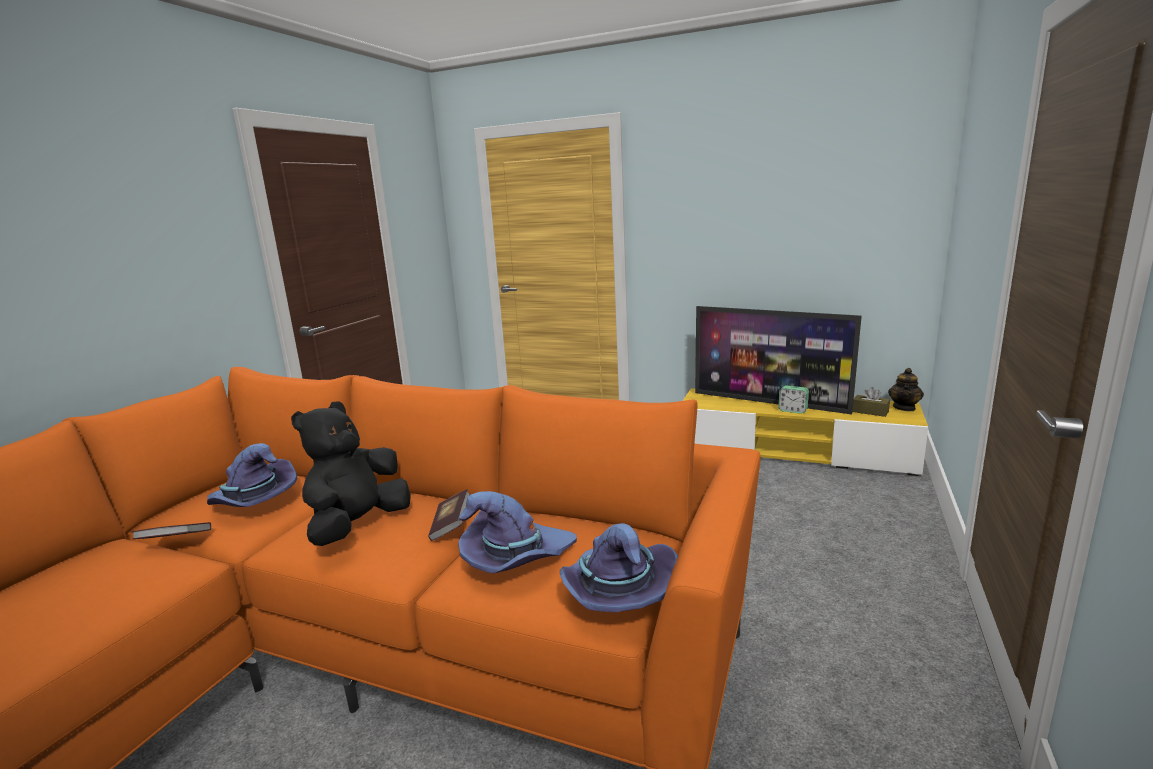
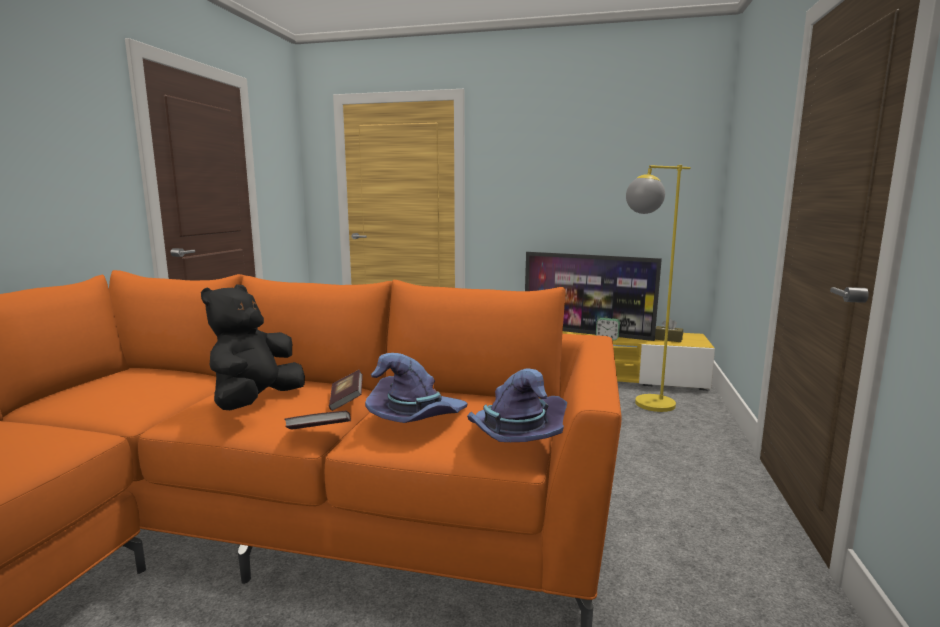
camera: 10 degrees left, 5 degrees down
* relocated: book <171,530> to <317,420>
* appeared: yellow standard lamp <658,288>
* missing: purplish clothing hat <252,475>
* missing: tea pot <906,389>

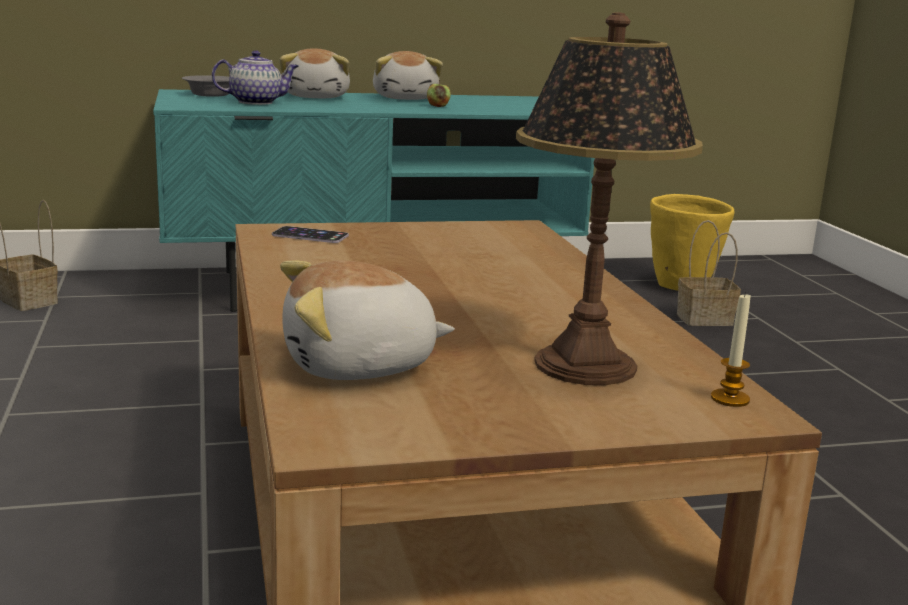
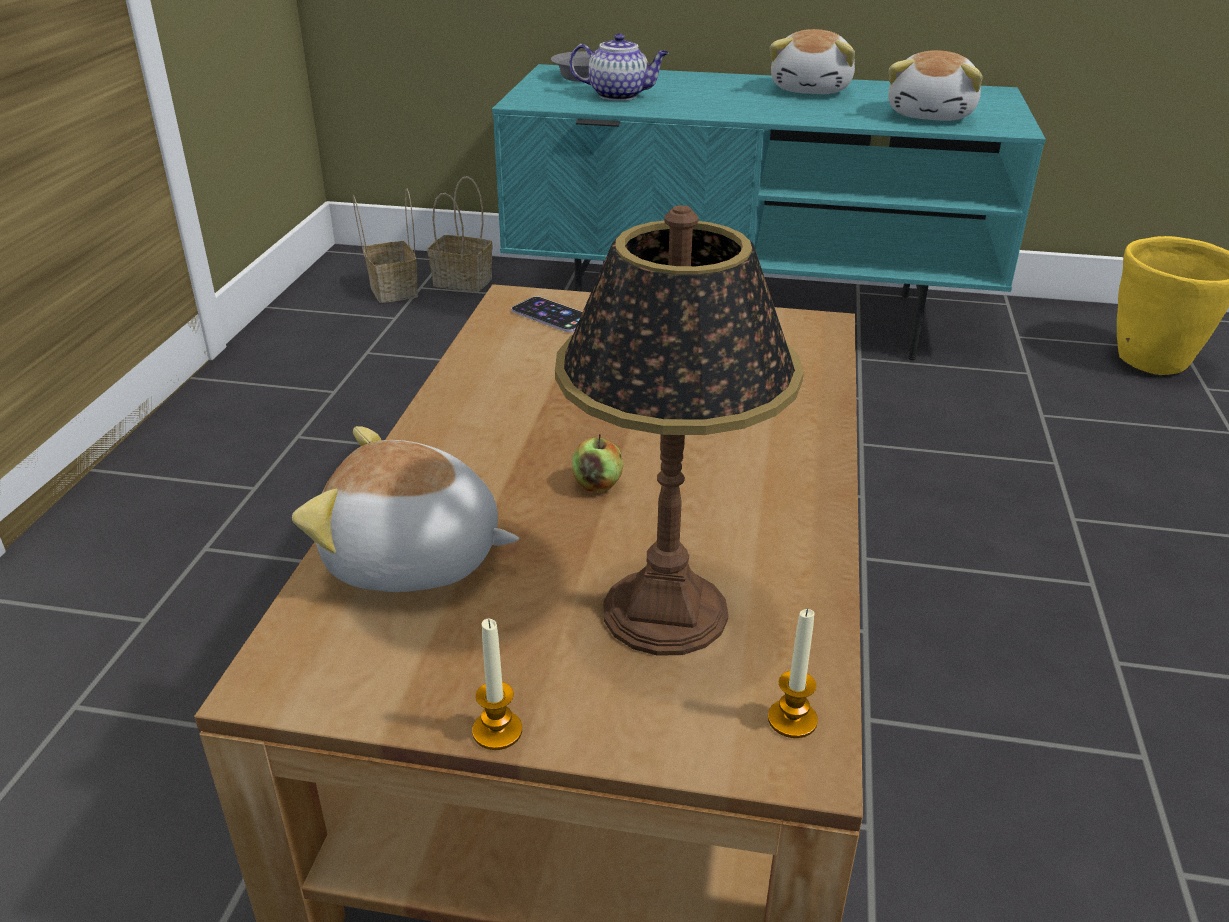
camera: 25 degrees right, 15 degrees up
* relocated: basket <709,273> to <460,234>
* appeared: candle <497,684>
* relocated: whole apple <439,93> to <597,463>
* relocated: soft toy <314,73> to <935,85>

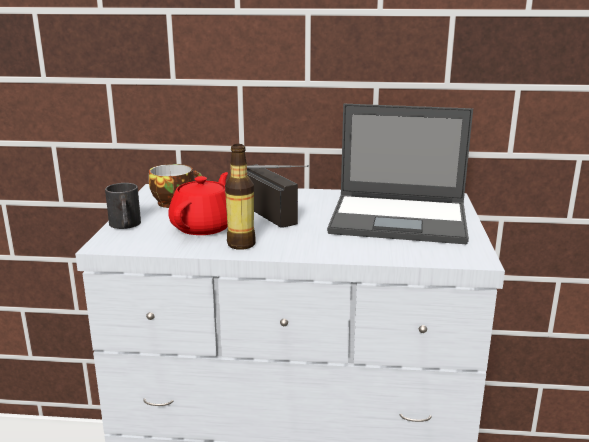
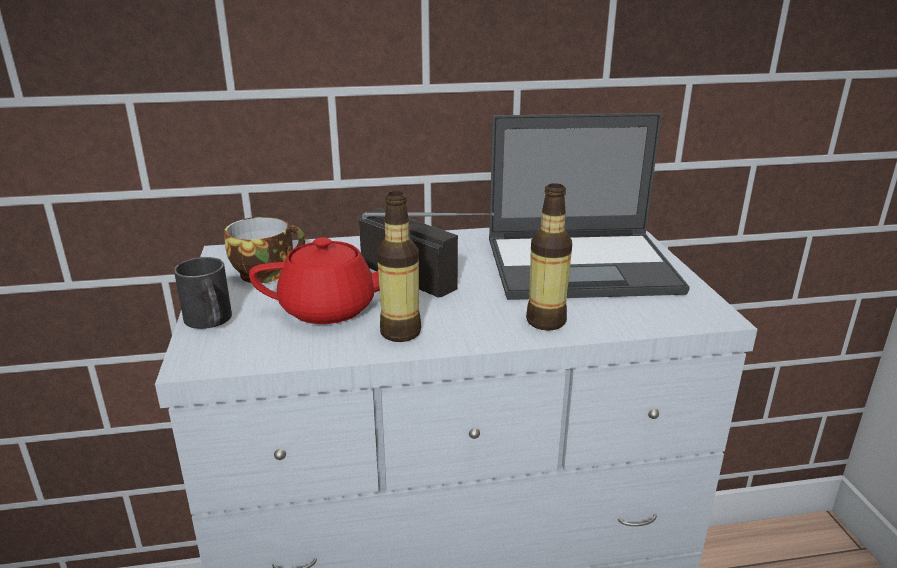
camera: 15 degrees left, 5 degrees up
* spun: red-coloured tea pot <198,203> = <314,280> 75 degrees clockwise
* appeared: drink bottle <549,257>

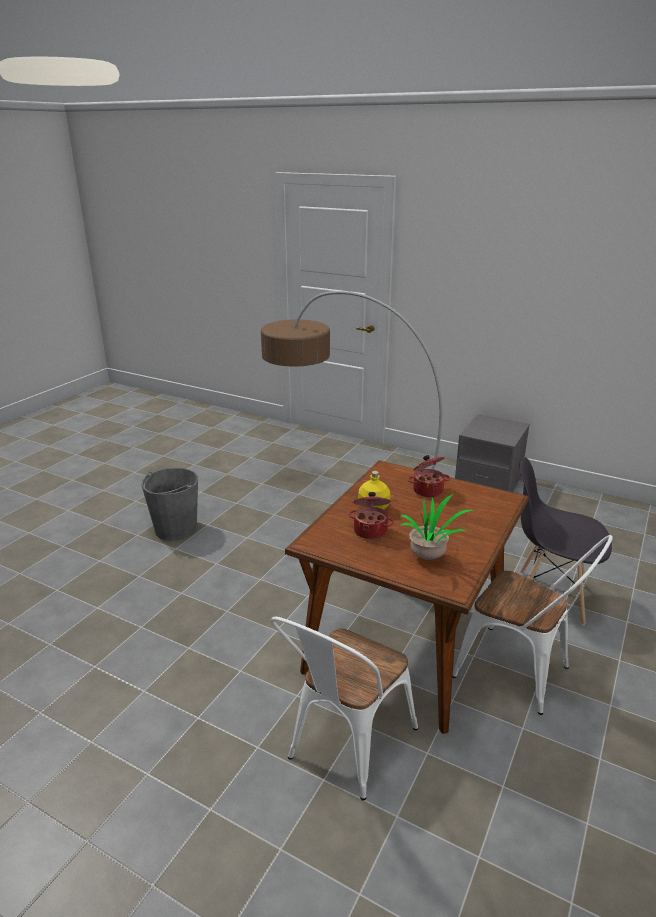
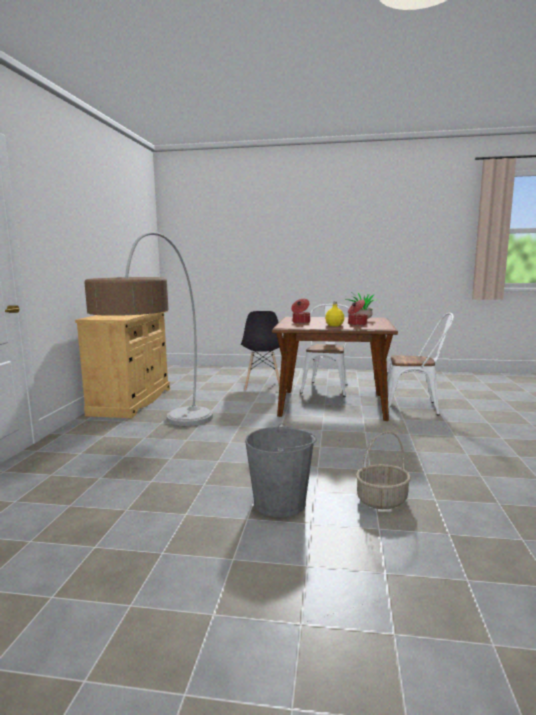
camera: 110 degrees left, 15 degrees down
* exchanged: grey night table <492,453> to beige cabinet <122,364>
* appeared: basket <383,470>

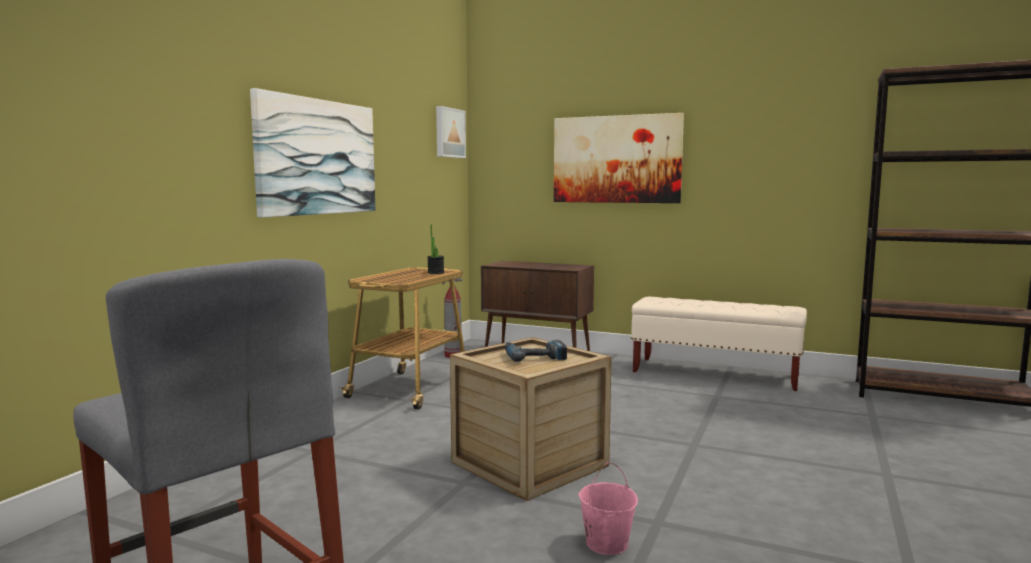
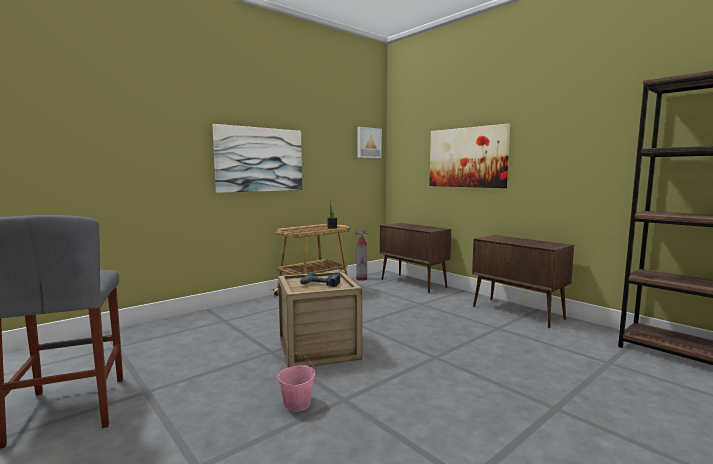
camera: 25 degrees right, 0 degrees up
* exchanged: beige bench <719,344> to brownish cabinet <523,281>

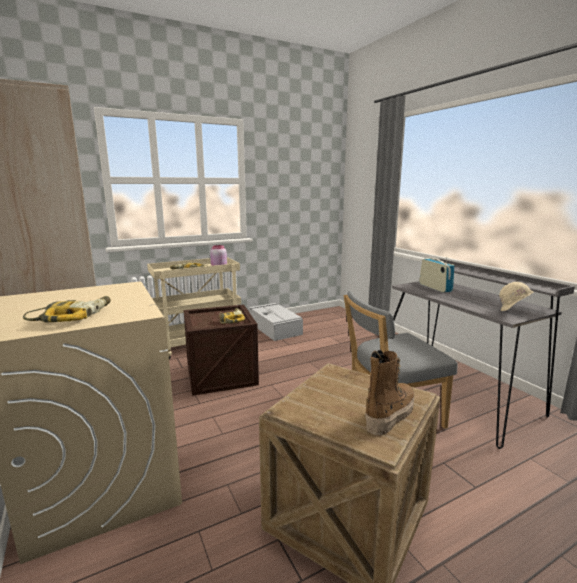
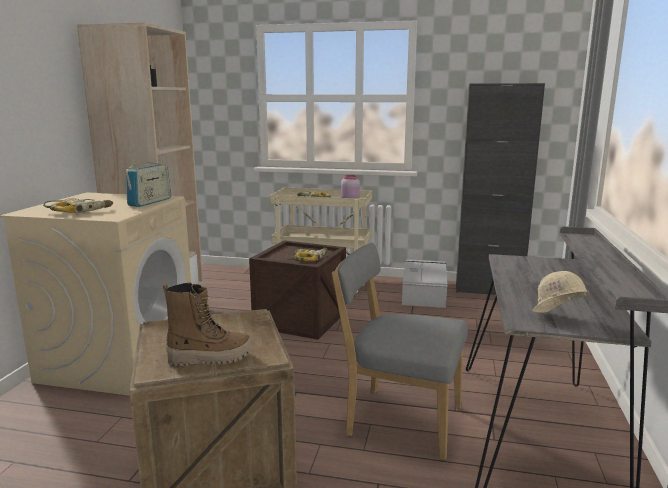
camera: 40 degrees right, 0 degrees up
* relocated: radio <436,274> to <148,183>
* appeared: blackish cabinet <500,189>

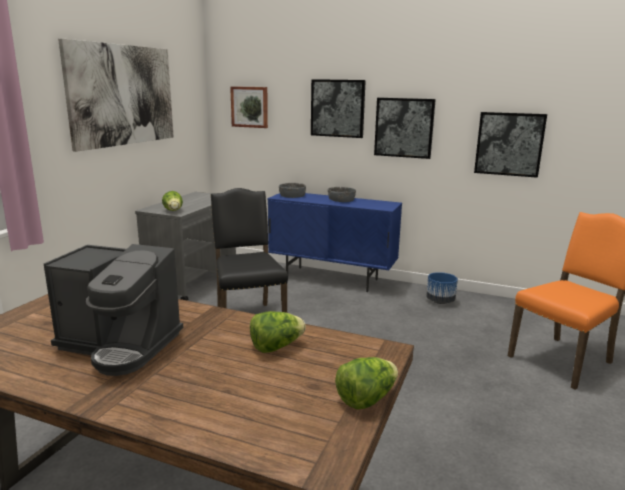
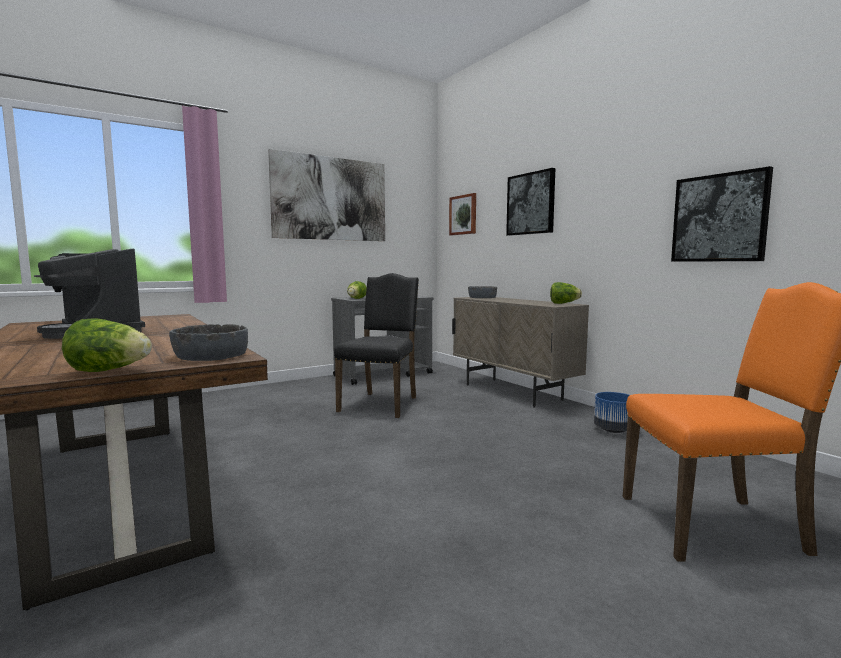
camera: 35 degrees right, 10 degrees down
* relocated: grey bowl <342,194> to <208,342>
* colour: blue-coloured cabinet <335,242> to beige cabinet <520,352>
* relocated: lettuce <278,332> to <566,293>
* missing: wall art <405,128>

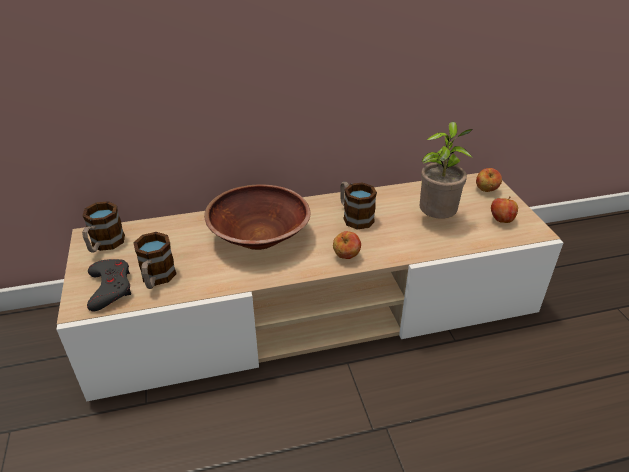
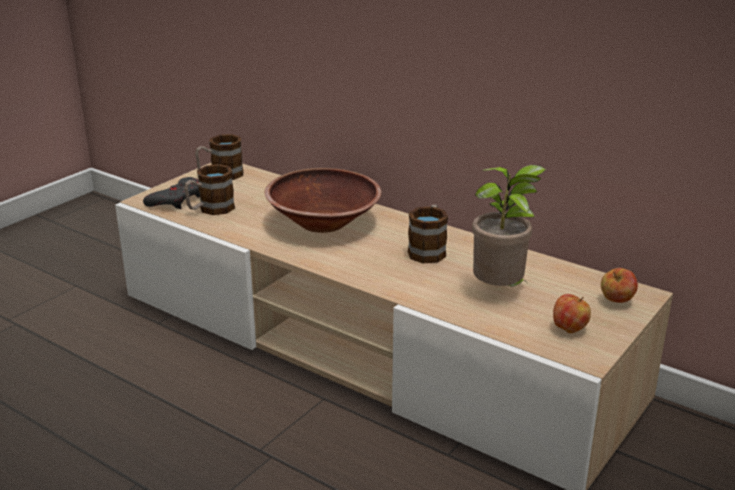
camera: 50 degrees right, 10 degrees down
* missing: whole apple <347,245>

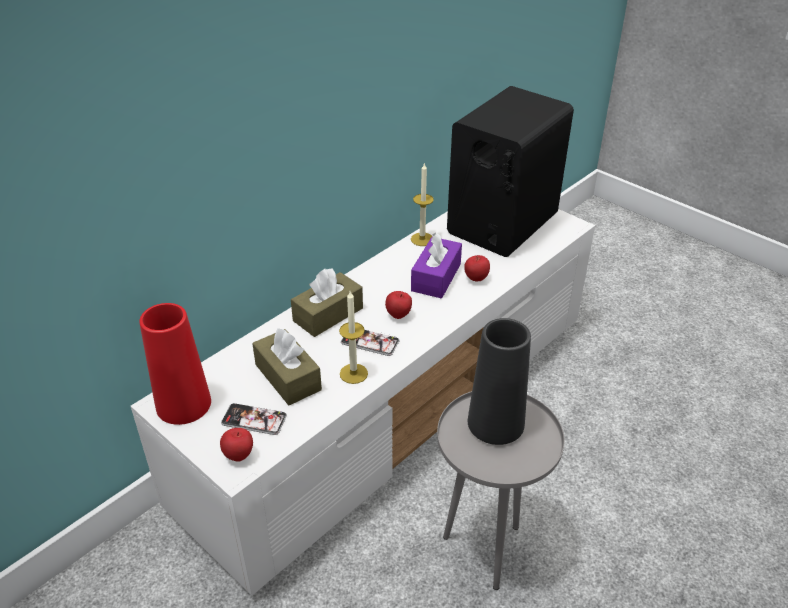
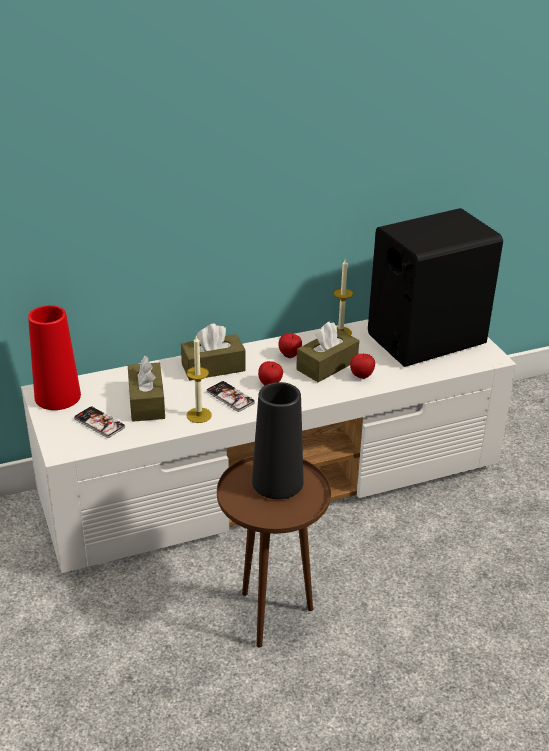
camera: 25 degrees right, 5 degrees down
* colour: grey end table <501,490> to brownish end table <274,551>
* relocated: whole apple <236,444> to <290,345>
* colour: purplish box of tissues <436,265> to brownish box of tissues <327,352>

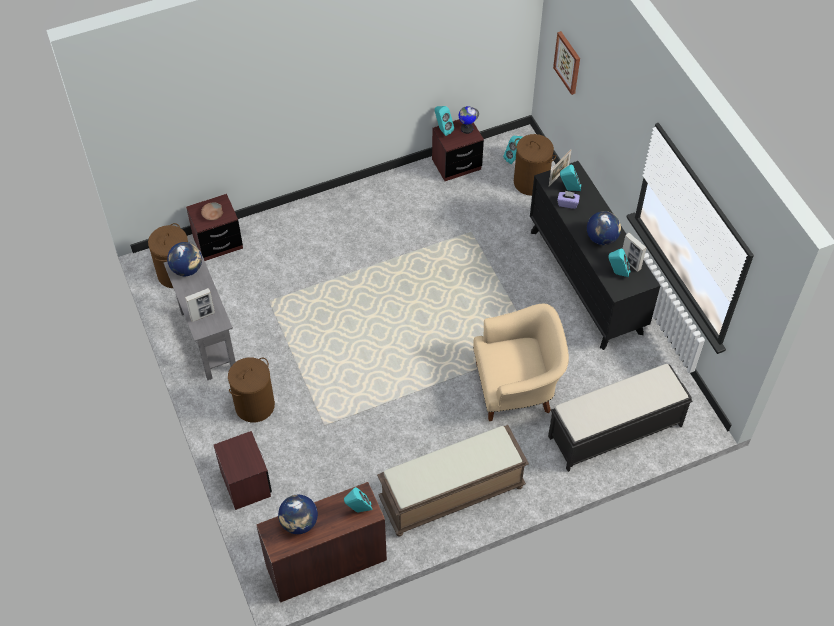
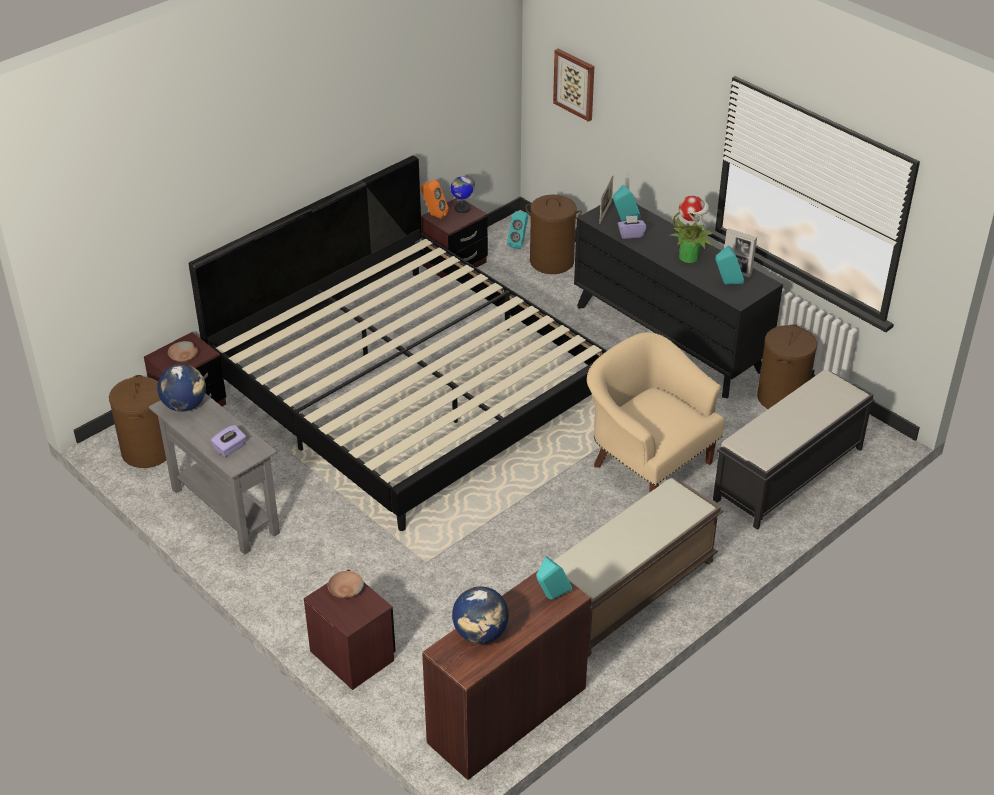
camera: 20 degrees left, 15 degrees down
* appeared: bed <398,343>
* exchanged: standing frame <200,305> to purplish box of tissues <228,441>
* appeared: brownish bowl <346,585>
* colour: blue-green audio speaker <444,121> to orangey audio speaker <435,199>
* spun: beige armchair <521,362> = <656,412> 105 degrees counterclockwise
* exchanged: desk globe <604,228> to houseplant <691,229>
* relocated: brownish hamper <251,389> to <787,366>

